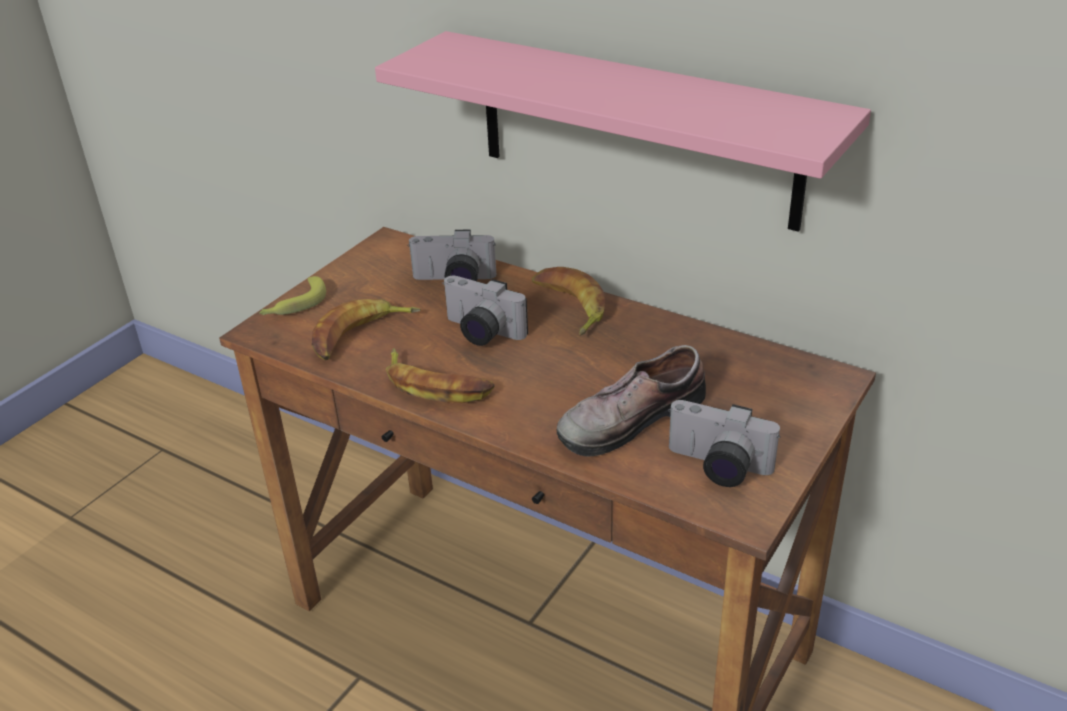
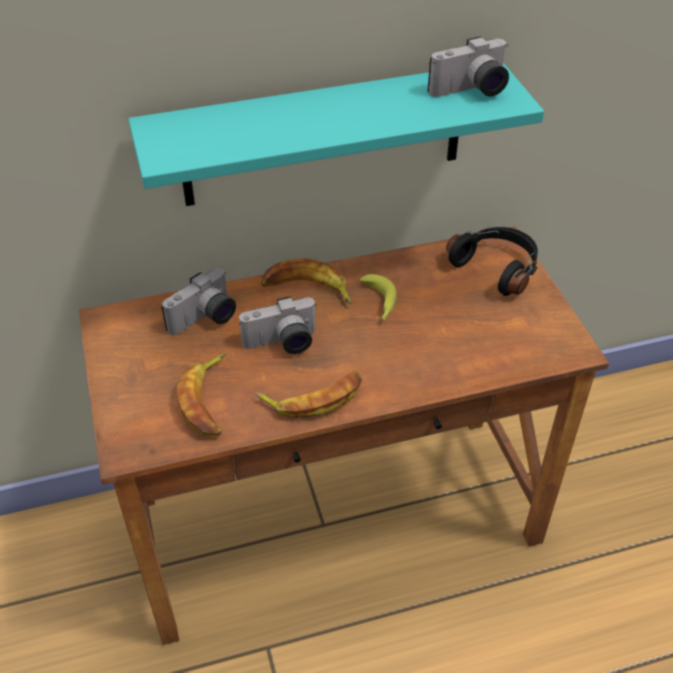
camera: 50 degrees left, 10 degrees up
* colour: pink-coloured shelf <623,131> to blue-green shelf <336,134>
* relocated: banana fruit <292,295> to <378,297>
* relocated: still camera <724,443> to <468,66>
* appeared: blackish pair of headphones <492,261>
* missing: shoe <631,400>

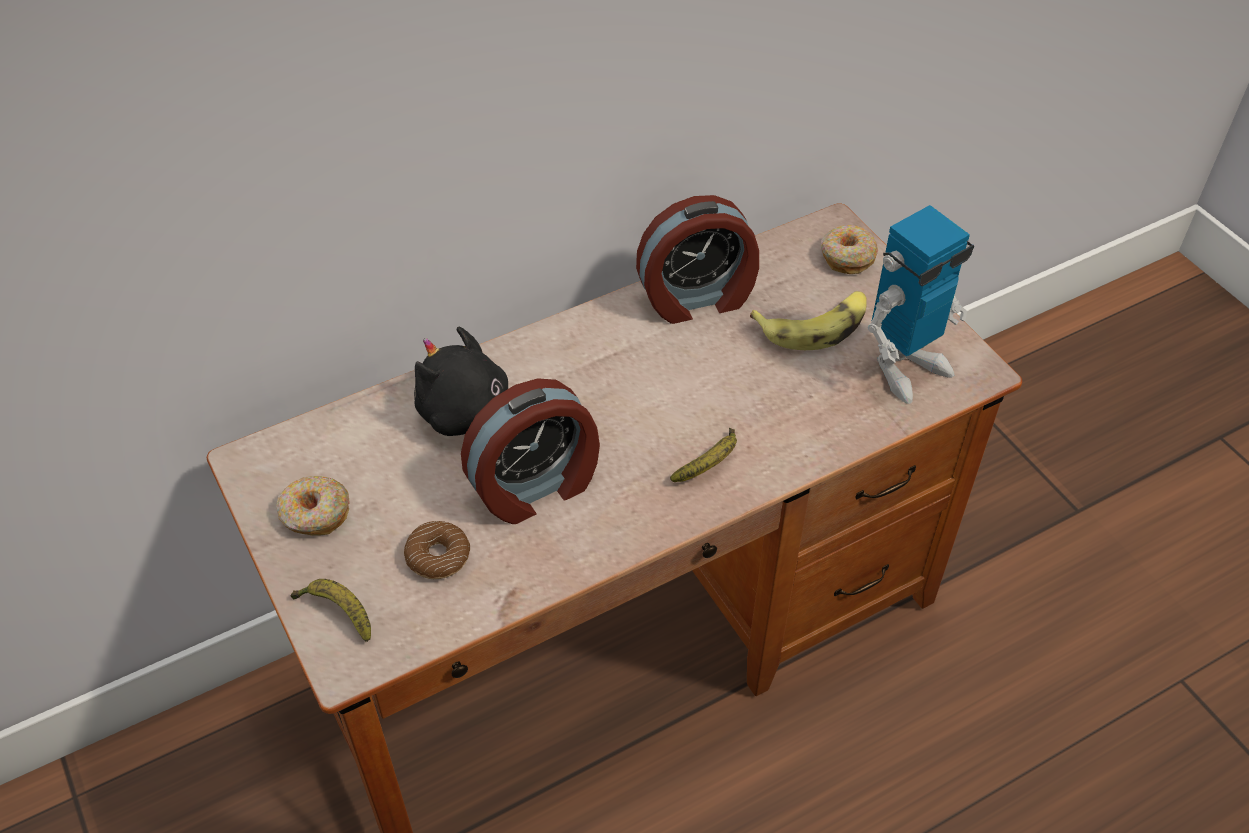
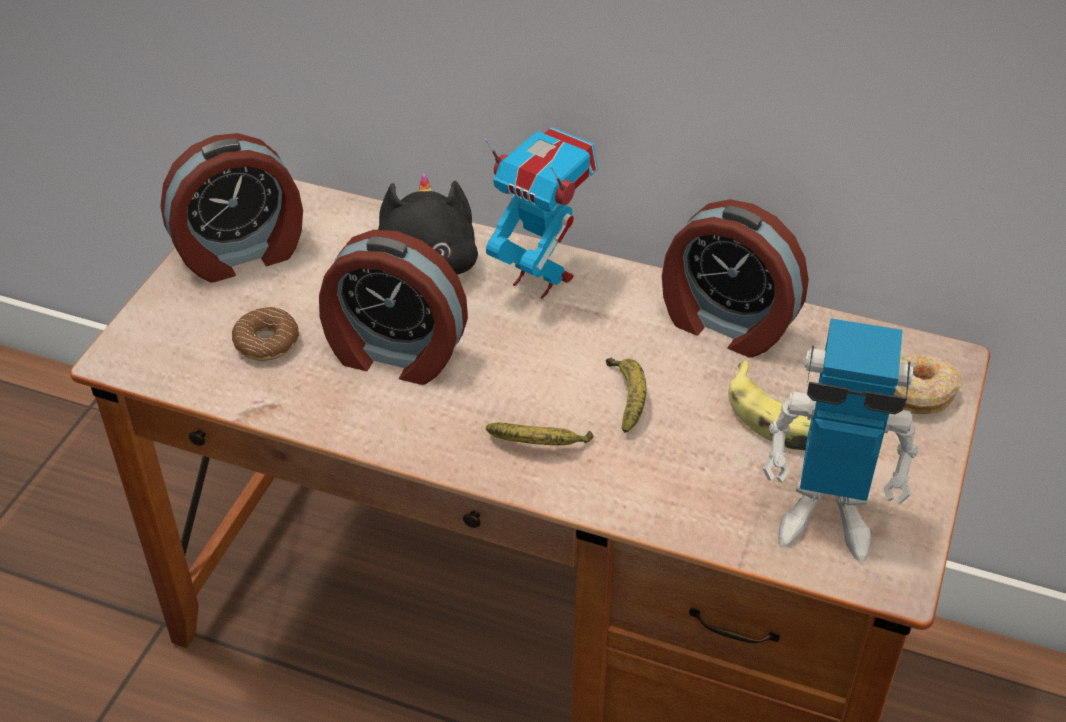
camera: 50 degrees right, 5 degrees down
* exchanged: donut <313,505> to bedside clock <231,208>
* appeared: robot figure <541,213>
* relocated: banana fruit <330,610> to <626,395>

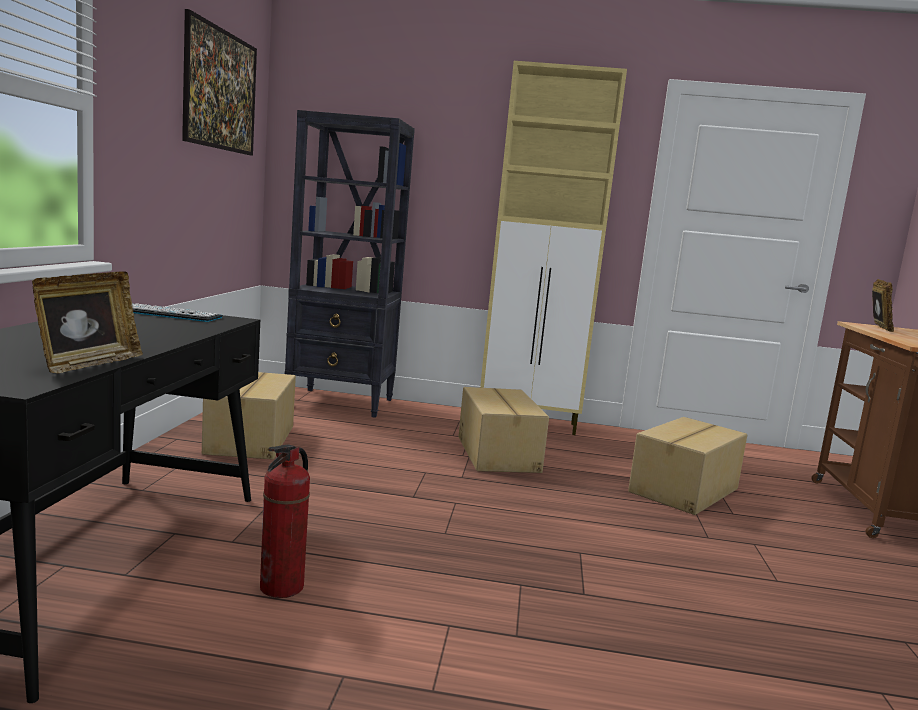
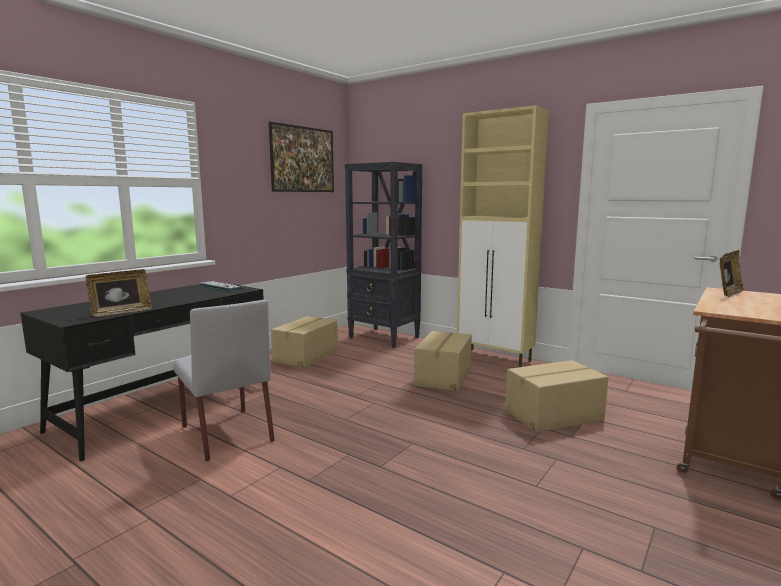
camera: 30 degrees right, 0 degrees up
* exchanged: fire-fighting cylinder <285,521> to grey chair <224,381>

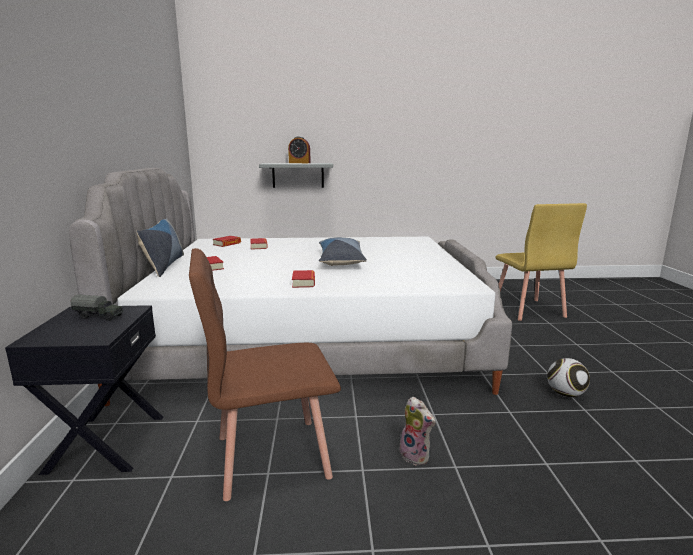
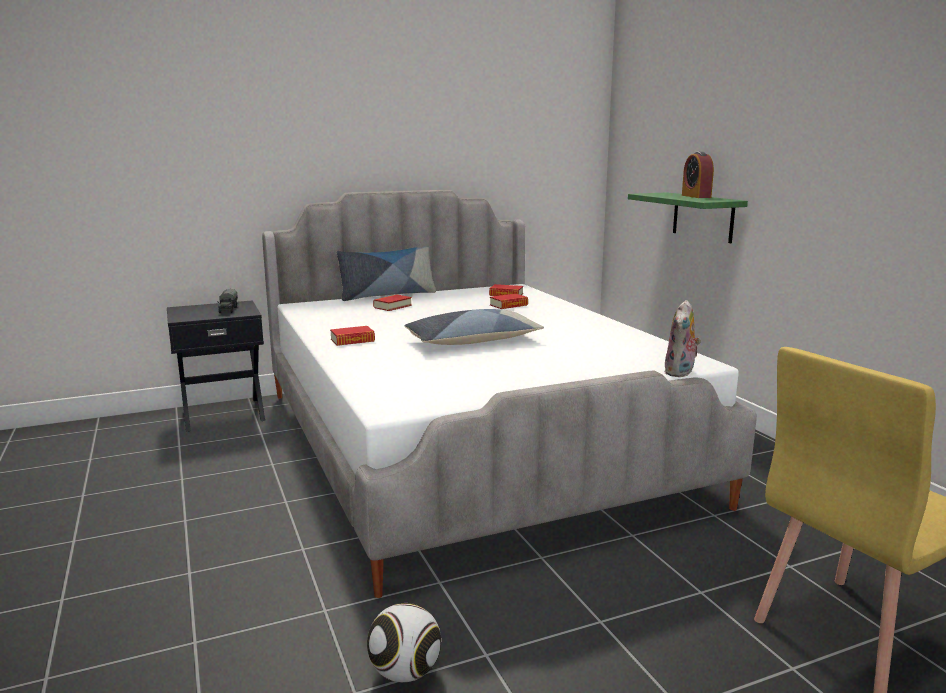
camera: 70 degrees right, 0 degrees up
* colour: grey shelf <296,175> to green shelf <688,217>
* relocated: soft toy <417,431> to <682,338>
* missing: brownish chair <265,374>

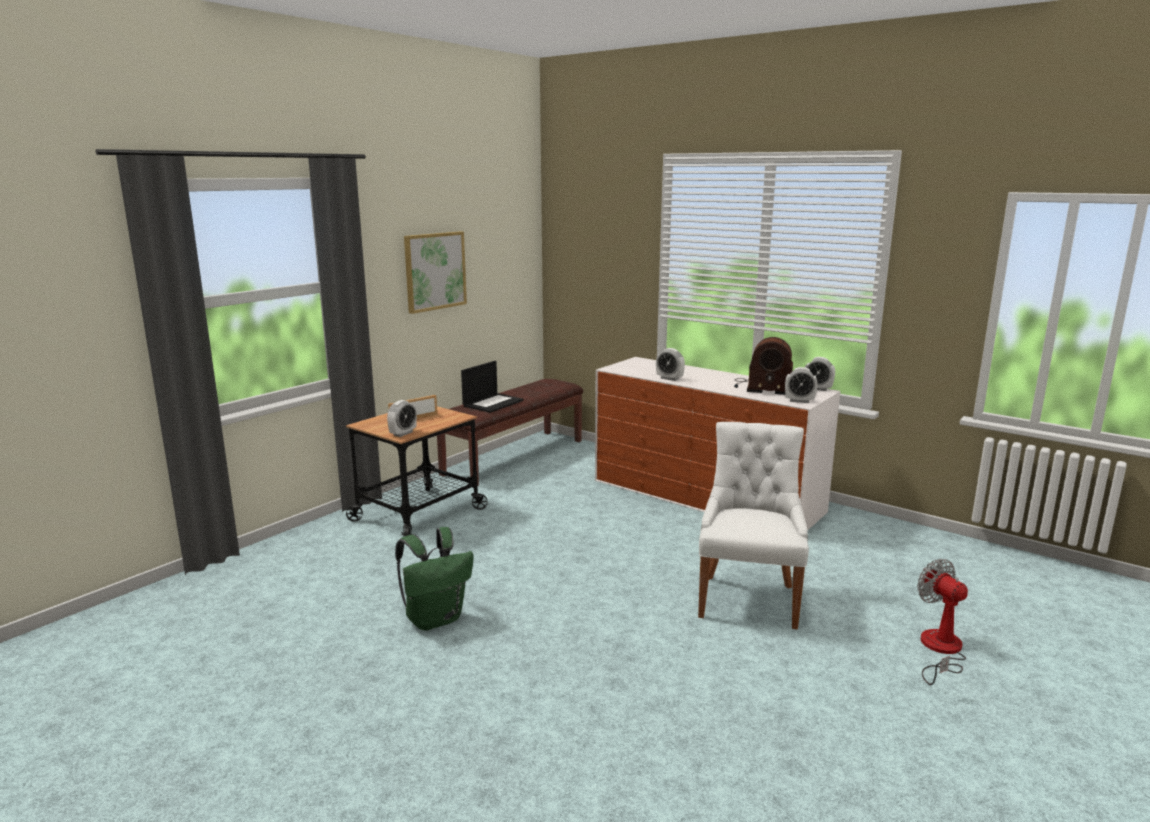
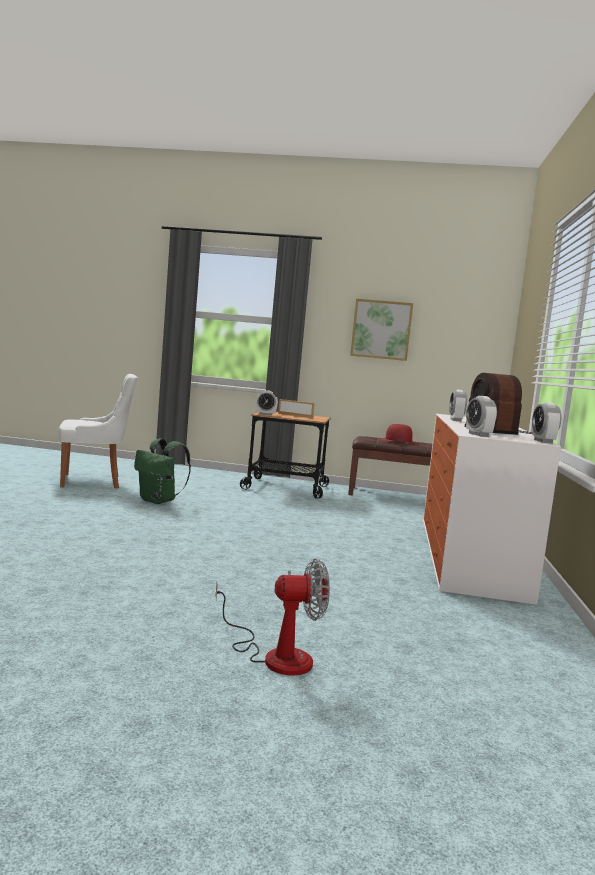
camera: 60 degrees right, 10 degrees down
* relocated: white-coloured chair <753,525> to <98,431>
* spun: fan <942,622> = <272,617> 45 degrees clockwise
* exchanged: portable computer <492,387> to red-coloured clothing hat <399,434>

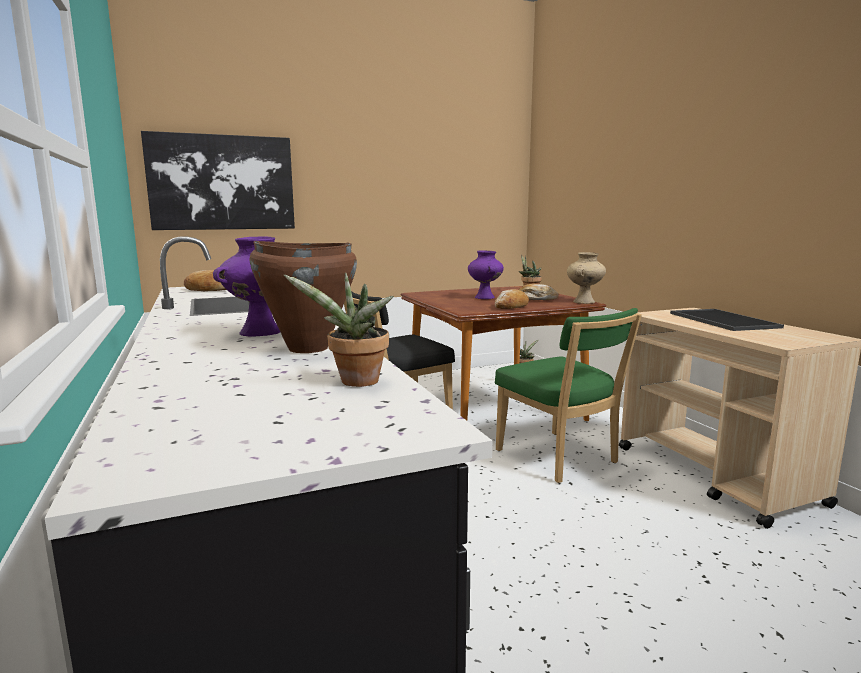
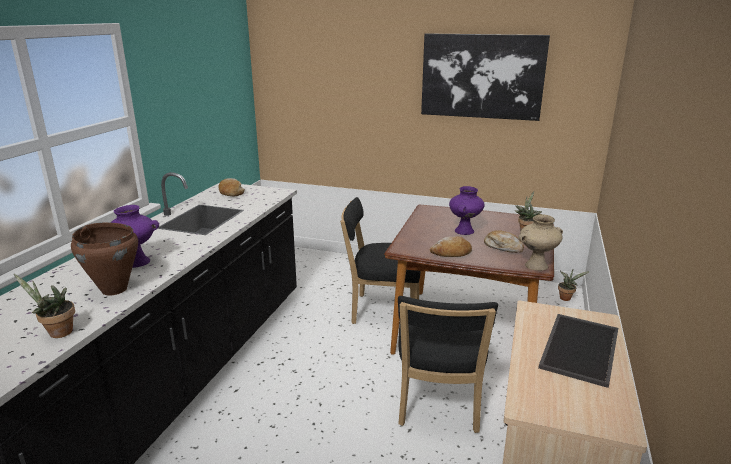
camera: 40 degrees right, 10 degrees up
* colour: green chair <568,395> to blackish chair <448,364>
* relocated: wall art <218,180> to <485,77>

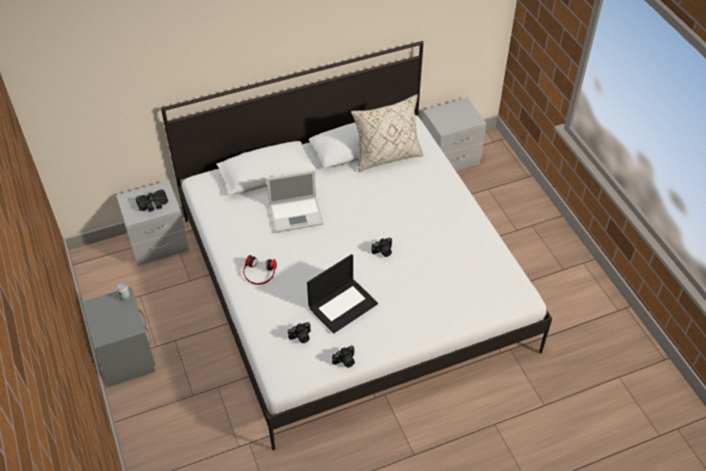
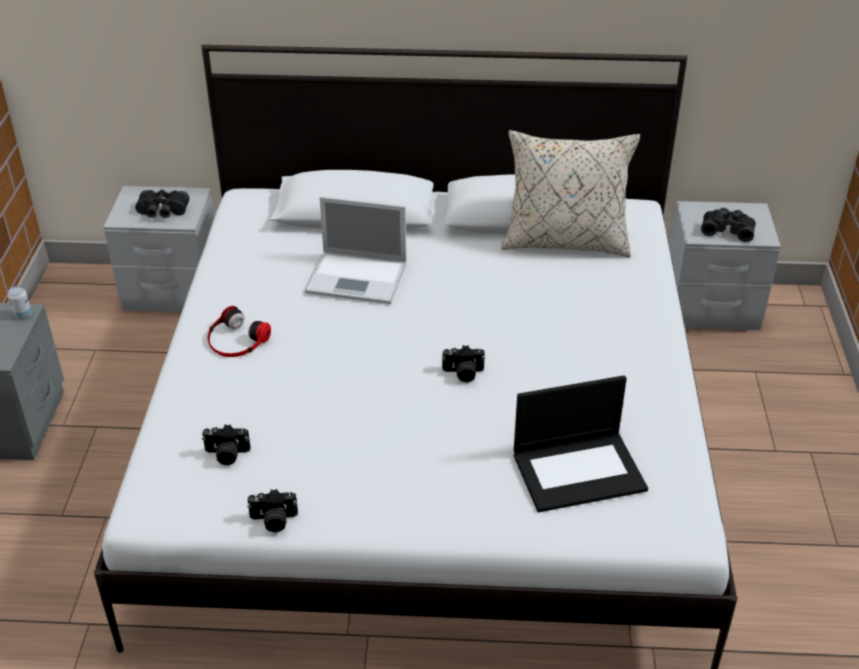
camera: 25 degrees right, 10 degrees down
* relocated: portable computer <342,294> to <581,443>
* appeared: blackish pair of binoculars <728,225>

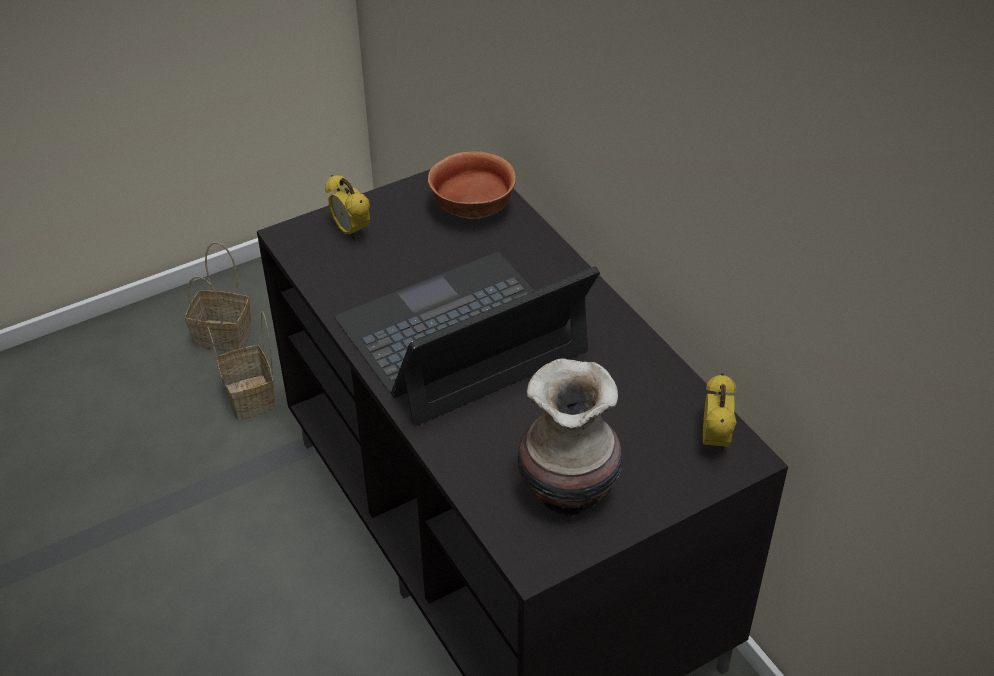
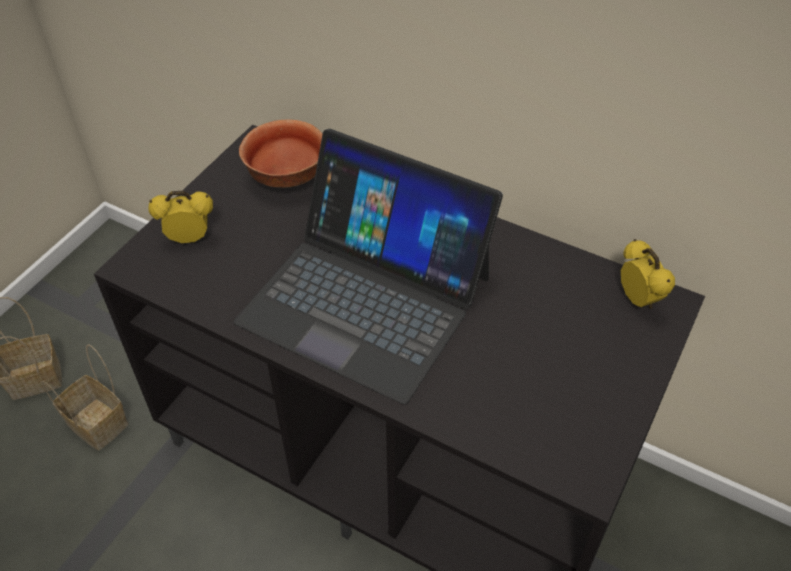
camera: 30 degrees left, 5 degrees up
* spun: bedside clock <347,207> = <180,217> 150 degrees clockwise
* spun: portable computer <467,339> = <368,266> 90 degrees counterclockwise
* missing: flower vase <570,438>

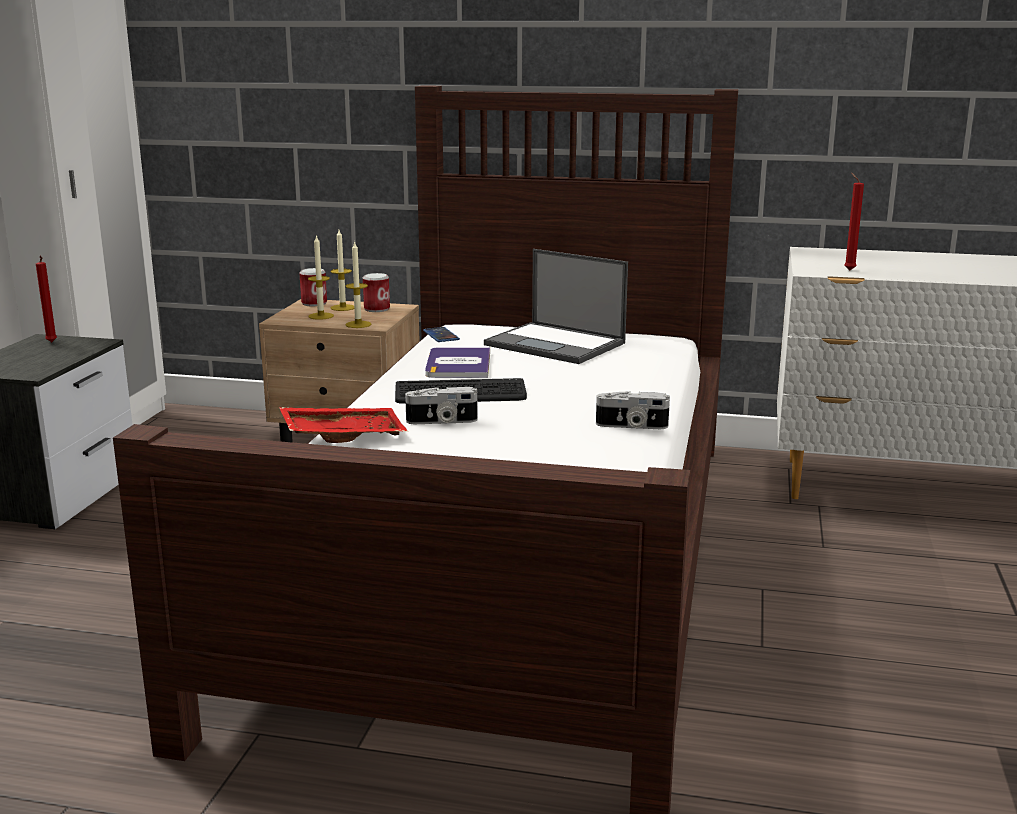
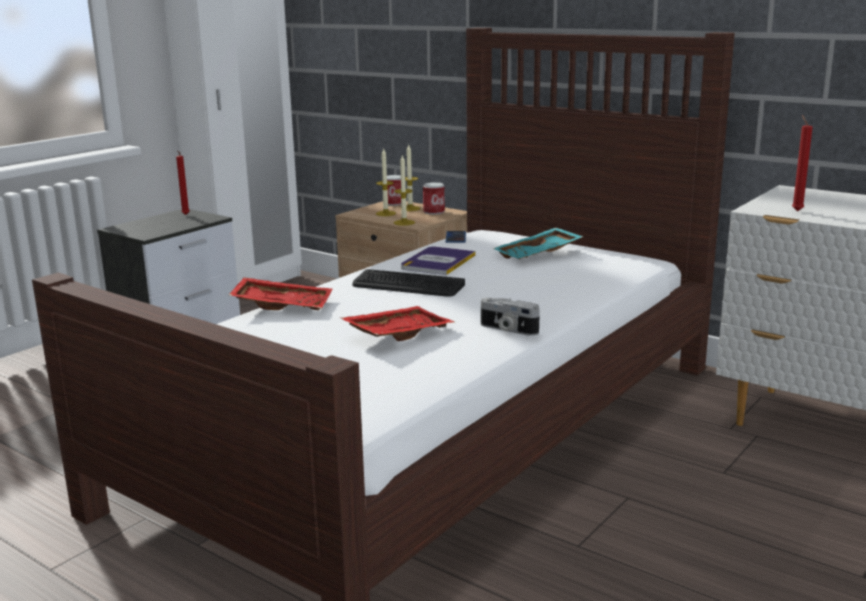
camera: 25 degrees right, 0 degrees up
* appeared: red-coloured serving tray <397,323>
* exchanged: portable computer <556,306> to blue-green serving tray <538,243>
* missing: still camera <441,405>

